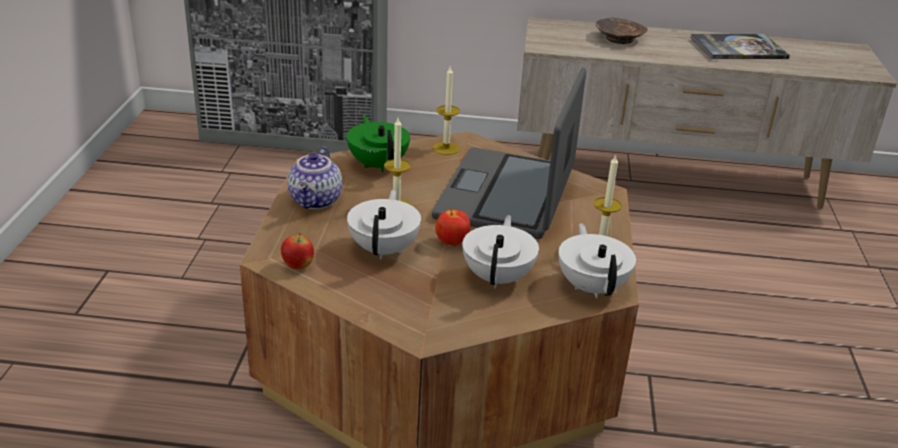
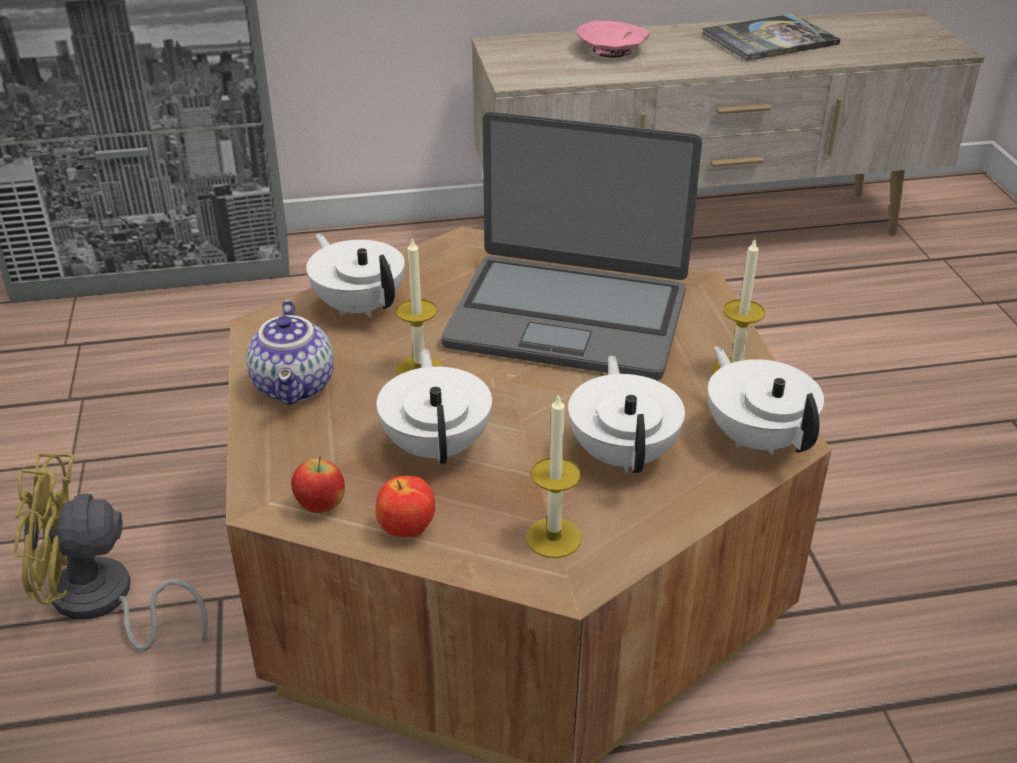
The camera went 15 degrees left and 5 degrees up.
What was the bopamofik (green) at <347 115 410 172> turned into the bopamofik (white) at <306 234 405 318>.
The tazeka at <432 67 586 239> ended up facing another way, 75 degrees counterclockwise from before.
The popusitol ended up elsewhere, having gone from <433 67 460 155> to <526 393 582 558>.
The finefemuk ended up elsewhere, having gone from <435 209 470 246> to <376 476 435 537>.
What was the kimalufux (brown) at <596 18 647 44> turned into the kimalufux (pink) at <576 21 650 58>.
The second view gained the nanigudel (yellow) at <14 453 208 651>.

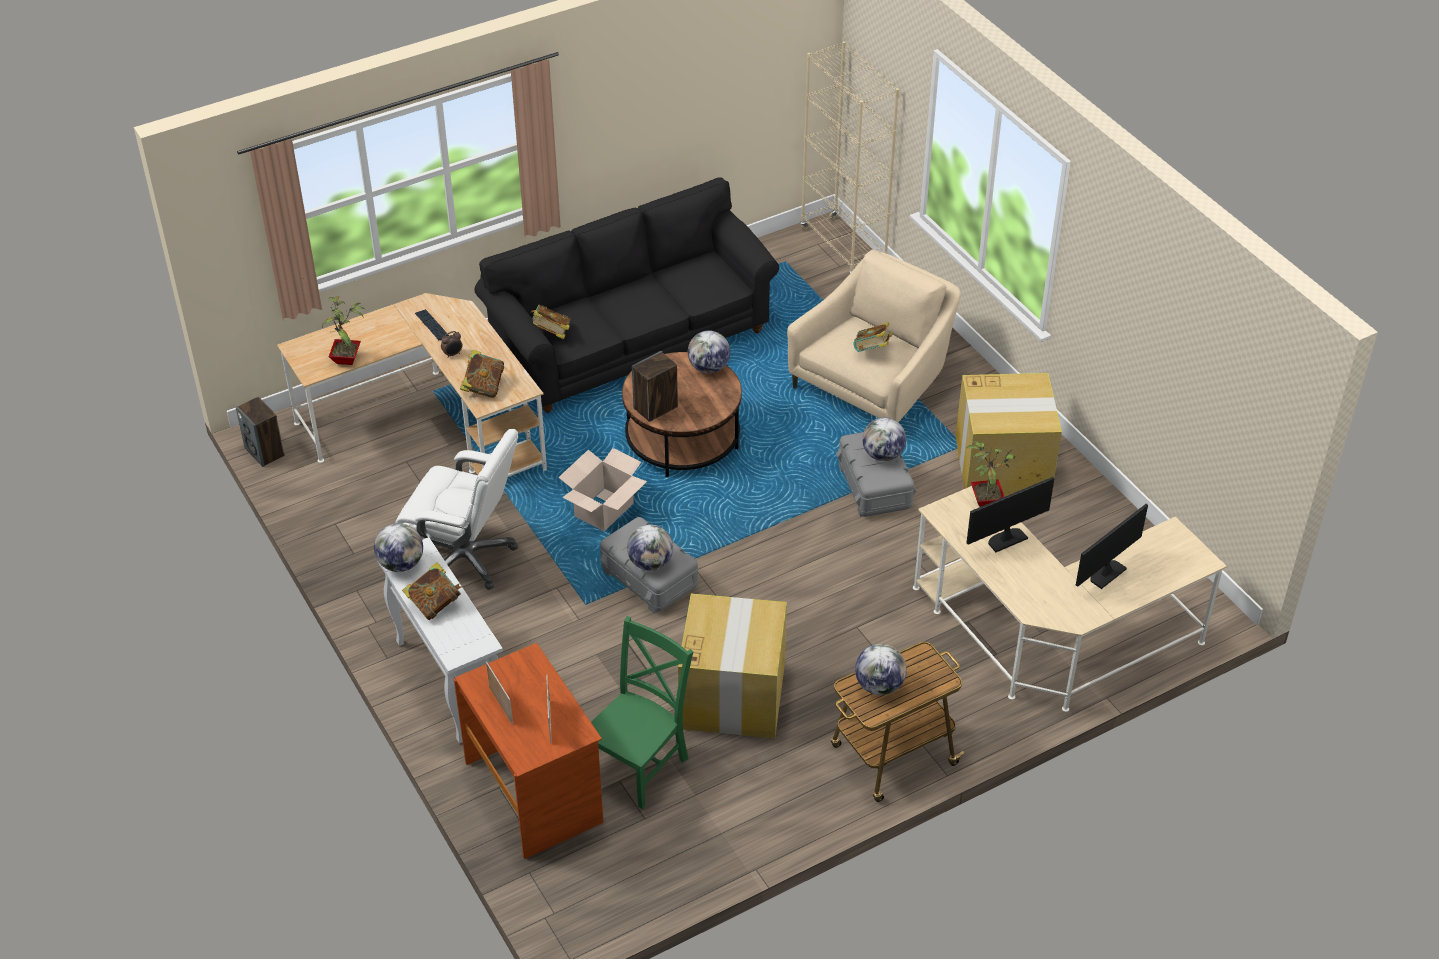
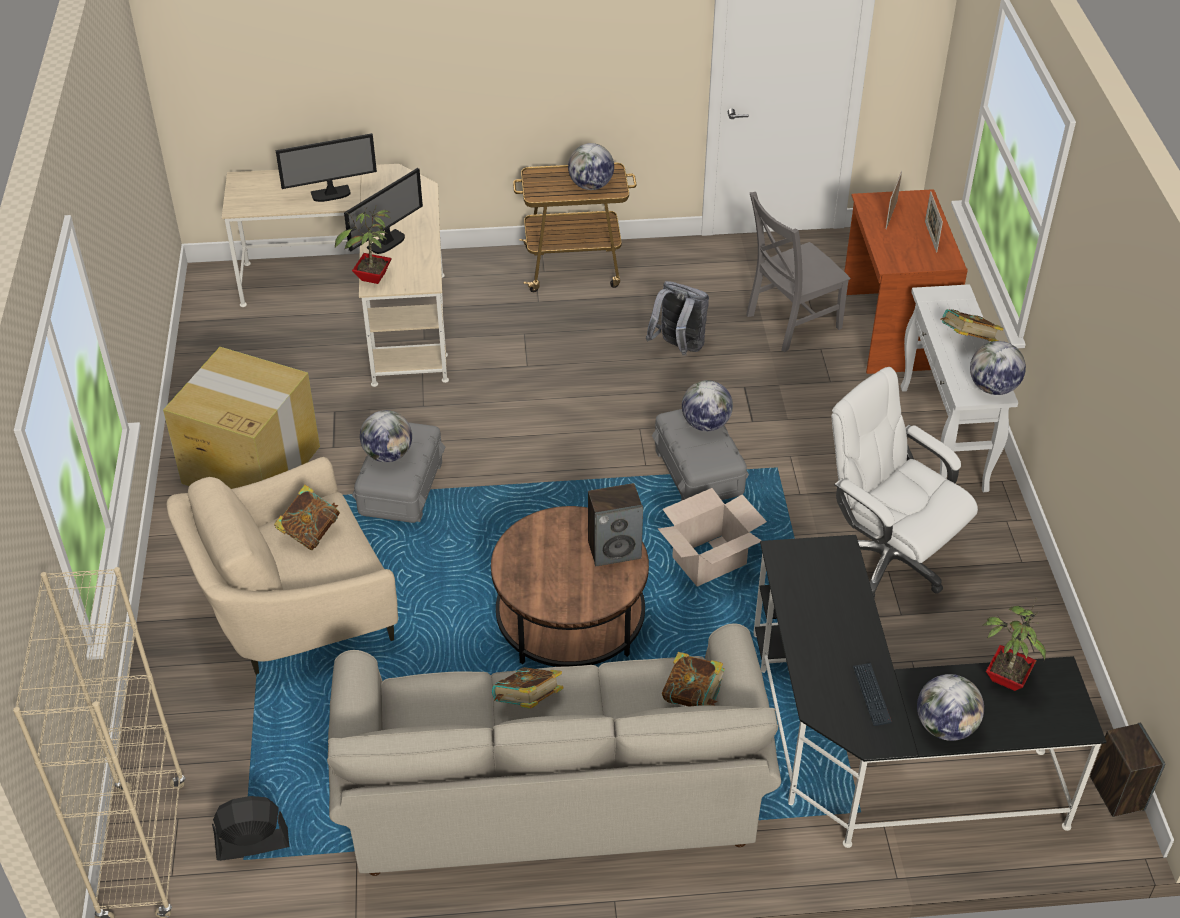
The camera went 155 degrees left and 0 degrees up.
What was the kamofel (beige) at <277 293 547 477> turned into the kamofel (black) at <754 535 1107 848>.
The second view lost the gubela at <441 331 462 358>.
The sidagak ended up elsewhere, having gone from <460 350 504 398> to <492 667 564 709>.
What was the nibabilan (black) at <474 177 779 413> turned into the nibabilan (beige) at <327 623 781 876>.
What was the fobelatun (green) at <591 616 693 809> turned into the fobelatun (grey) at <746 192 850 352>.
Where the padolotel stood at <678 594 787 738>, the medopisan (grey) came to stand at <646 281 709 356>.
The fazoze ended up elsewhere, having gone from <688 330 730 373> to <917 674 984 741>.
The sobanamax at <966 477 1054 552> ended up facing another way, 45 degrees counterclockwise from before.
The second view gained the nanigudel (black) at <212 796 289 861>.

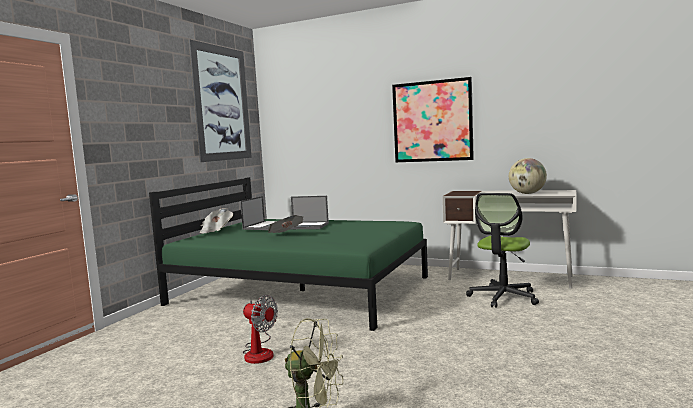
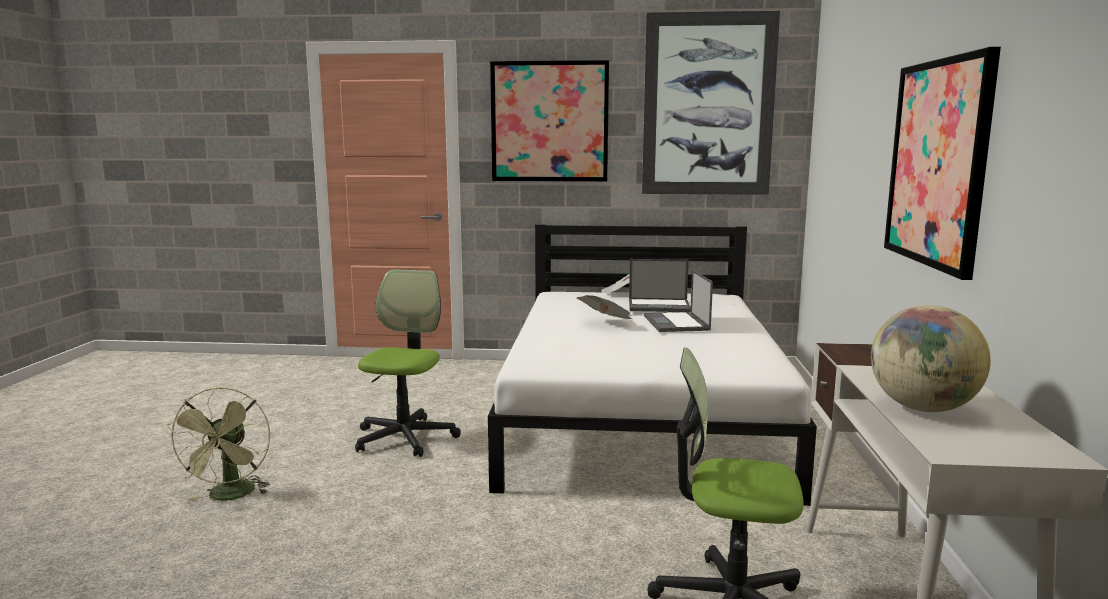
The camera went 70 degrees right and 5 degrees up.
What was the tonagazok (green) at <149 177 428 331> turned into the tonagazok (white) at <488 225 817 506>.
Where the nanigudel stood at <243 295 278 364>, the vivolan came to stand at <355 269 461 457>.
The second view gained the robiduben at <490 60 609 181>.

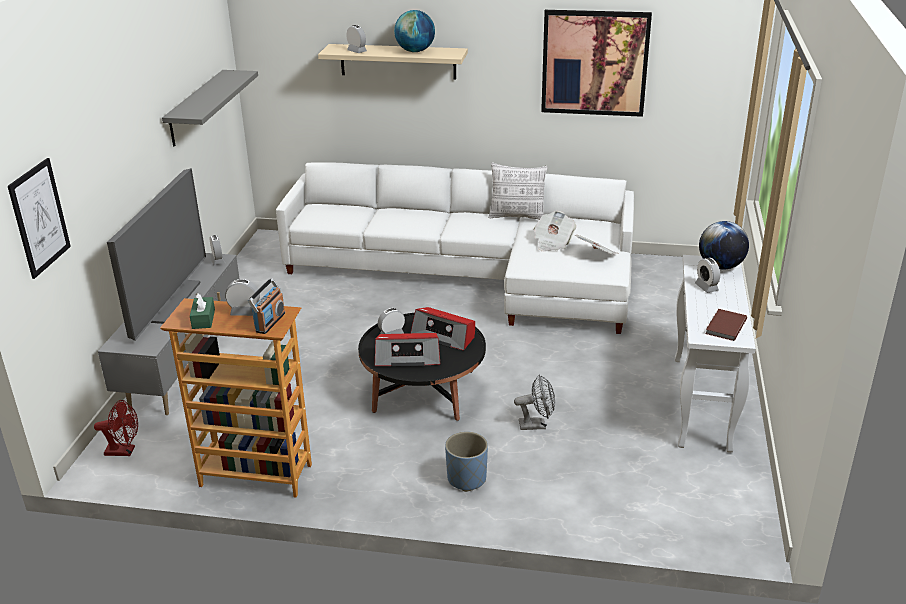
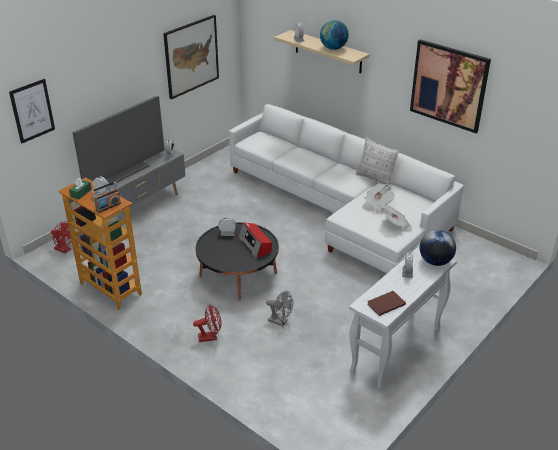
The camera went 30 degrees right and 5 degrees up.
Where the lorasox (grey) hung at <162 70 258 147>, the robiduben came to hang at <163 15 219 99>.
The second view lost the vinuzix at <375 333 440 367>.
Where the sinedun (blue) stood at <445 432 488 492>, the nanigudel (red) came to stand at <193 304 221 342>.

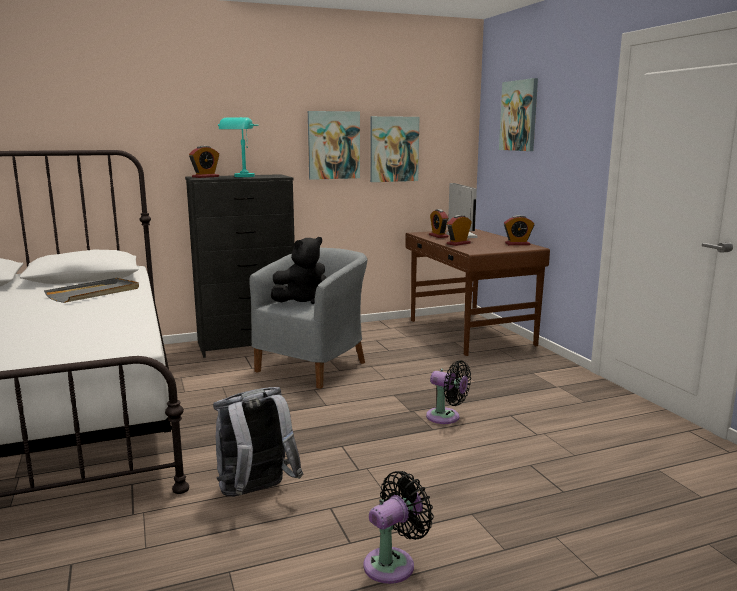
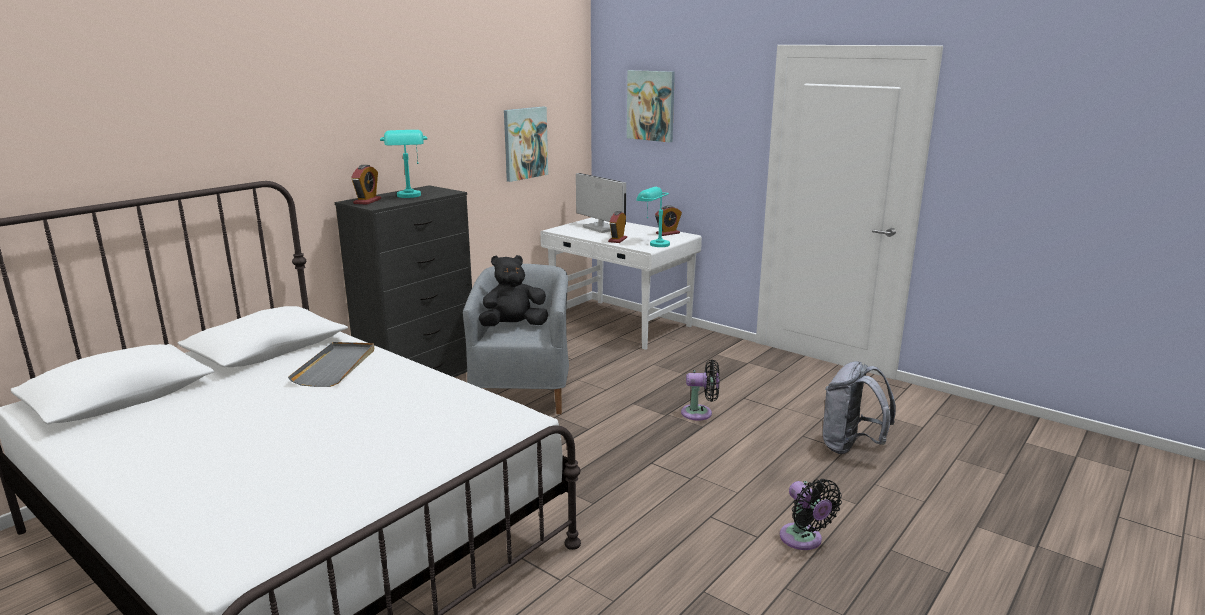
The camera went 30 degrees left and 5 degrees up.
The medopisan (grey) ended up elsewhere, having gone from <213 387 303 497> to <823 361 896 454>.
The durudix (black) at <271 237 326 304> ended up facing another way, 135 degrees counterclockwise from before.
The second view lost the robiduben at <308 111 360 180>.
The nanigudel (black) at <363 471 434 584> ended up facing another way, 135 degrees clockwise from before.
What was the kamofel (brown) at <405 229 550 356> turned into the kamofel (white) at <540 217 702 350>.
The second view lost the gubela at <429 209 448 238>.
The second view gained the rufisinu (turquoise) at <636 187 670 247>.

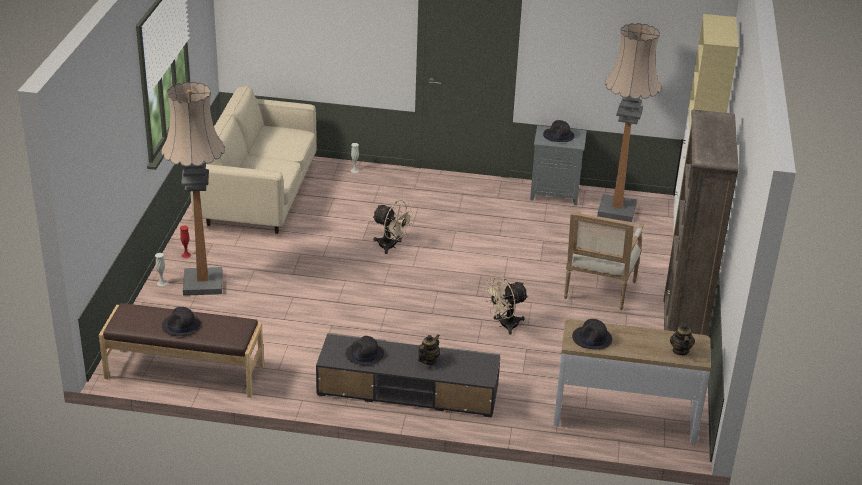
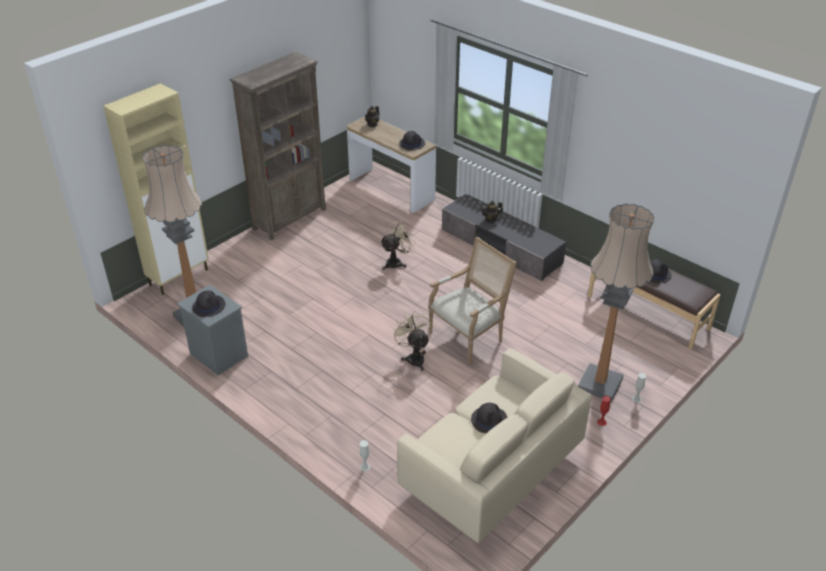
The camera went 145 degrees left and 5 degrees up.
The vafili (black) ended up elsewhere, having gone from <346 336 384 366> to <471 403 507 433>.
The nanigudel (beige) at <484 276 528 335> ended up facing another way, 45 degrees counterclockwise from before.
The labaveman ended up elsewhere, having gone from <564 211 644 310> to <428 237 517 365>.

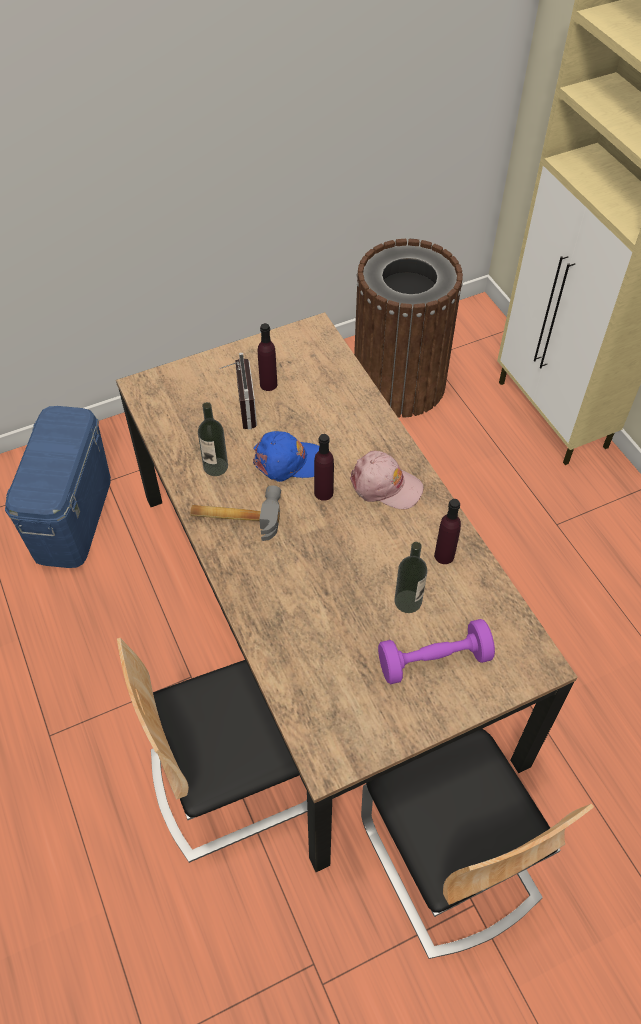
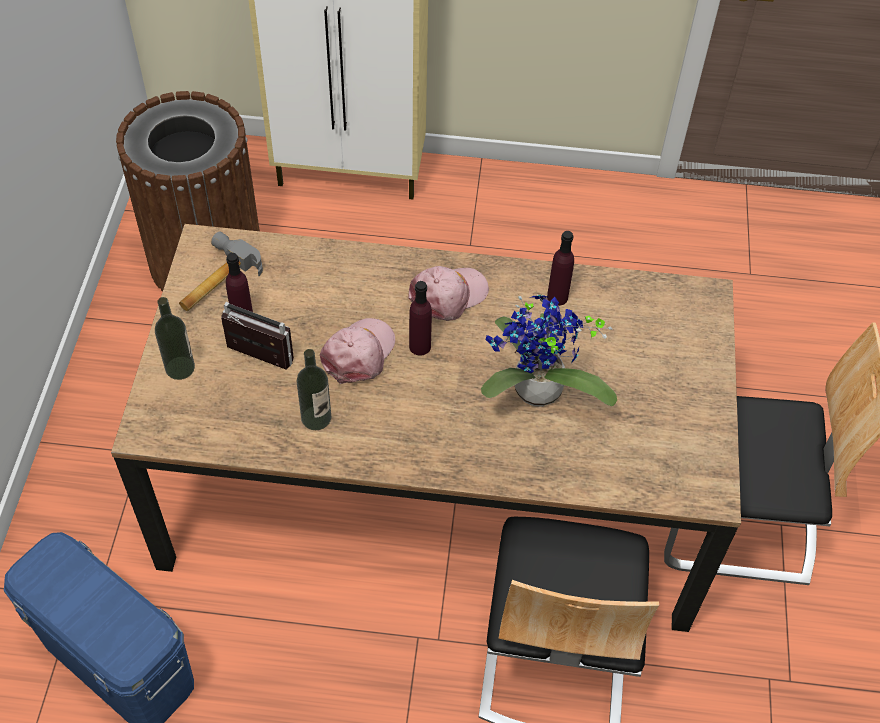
The camera went 60 degrees left and 0 degrees up.
The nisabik ended up elsewhere, having gone from <191 485 281 541> to <179 232 263 311>.
What was the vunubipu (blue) at <253 431 319 482> turned into the vunubipu (pink) at <320 318 395 384>.
The second view lost the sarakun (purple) at <378 619 495 684>.
The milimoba ended up elsewhere, having gone from <394 542 427 613> to <155 297 195 380>.
The second view gained the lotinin at <481 295 617 407>.

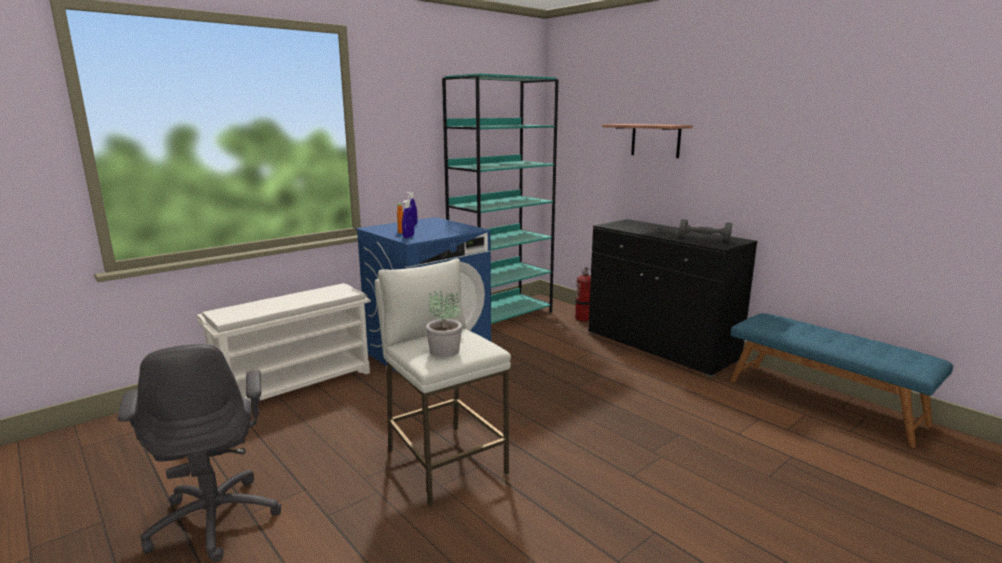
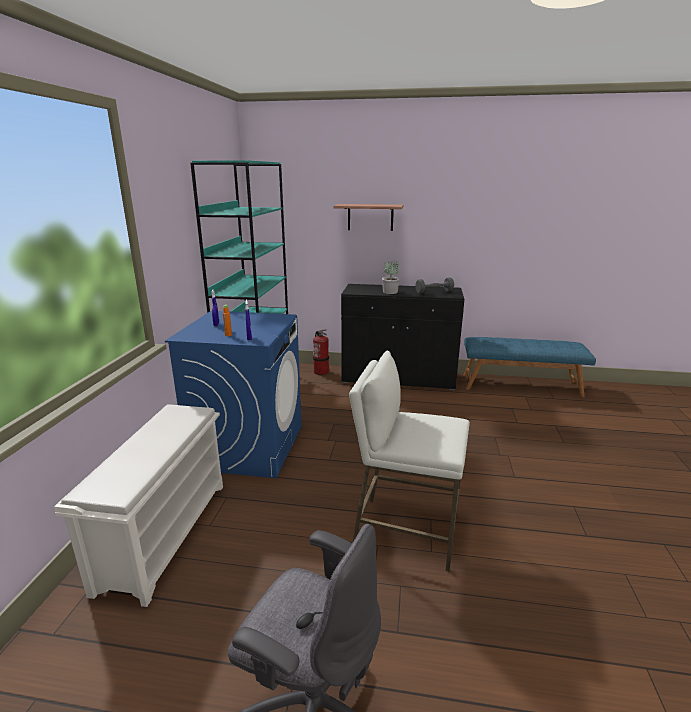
The camera went 40 degrees left and 5 degrees up.
The lotinin ended up elsewhere, having gone from <426 291 462 357> to <382 261 400 294>.

